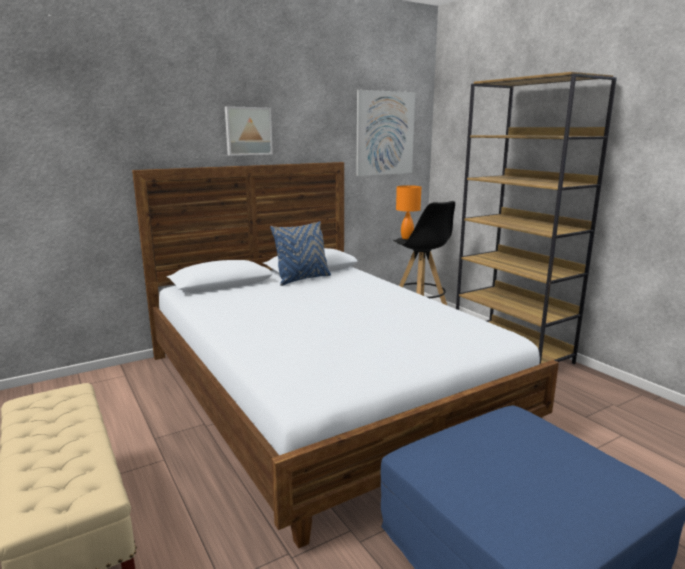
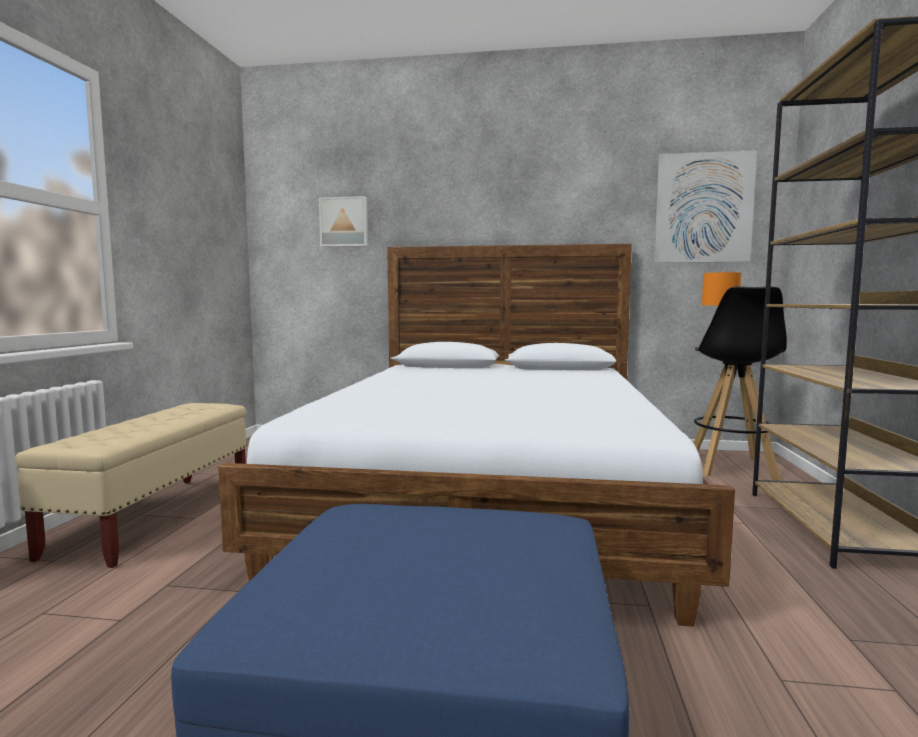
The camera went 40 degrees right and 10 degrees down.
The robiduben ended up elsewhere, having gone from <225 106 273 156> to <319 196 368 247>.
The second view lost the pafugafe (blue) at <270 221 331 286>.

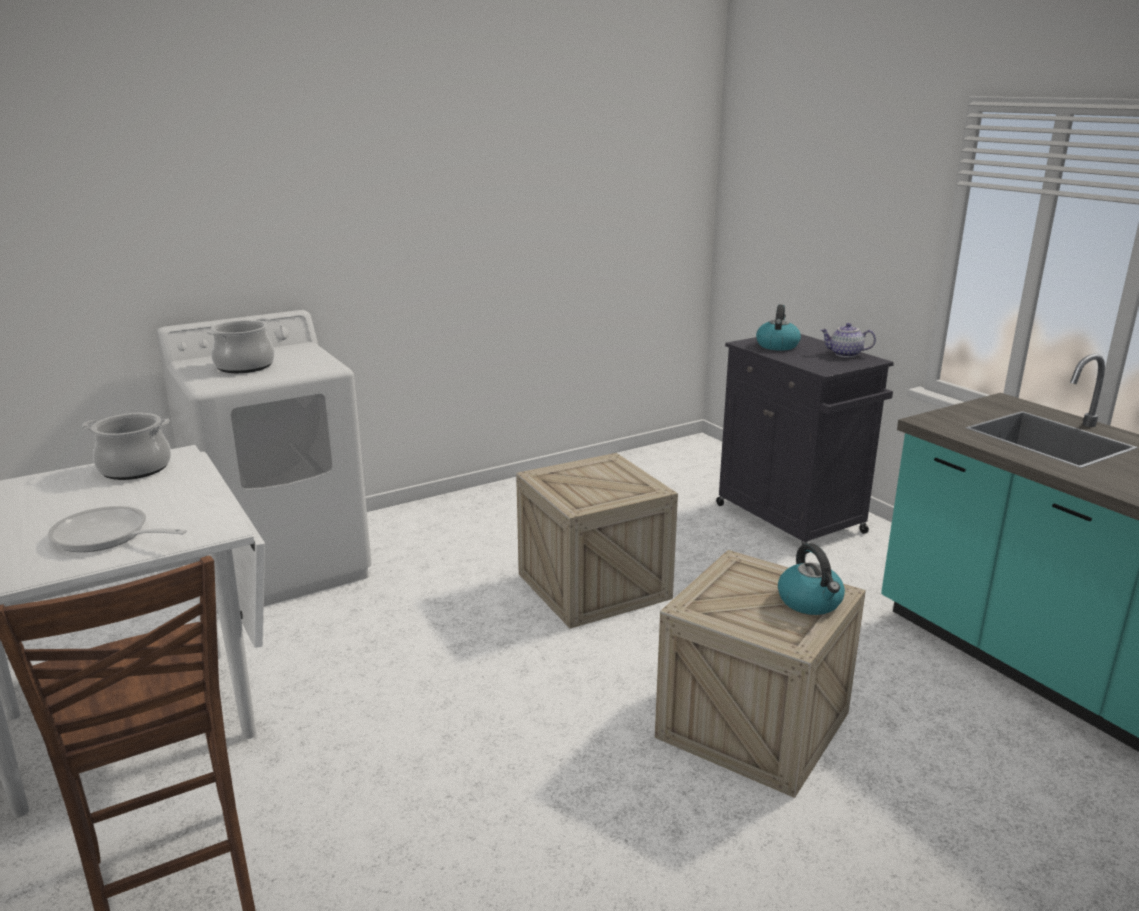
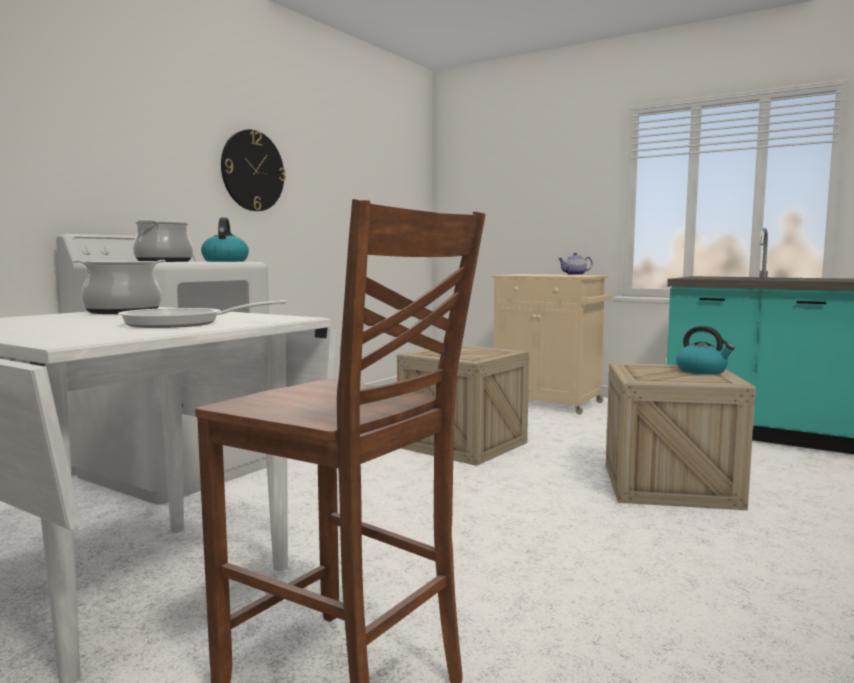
The camera went 25 degrees left and 15 degrees down.
What was the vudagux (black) at <716 334 894 554> turned into the vudagux (beige) at <491 274 611 414>.
The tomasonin ended up elsewhere, having gone from <756 305 801 351> to <201 217 249 262>.
The second view gained the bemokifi at <221 129 286 211>.

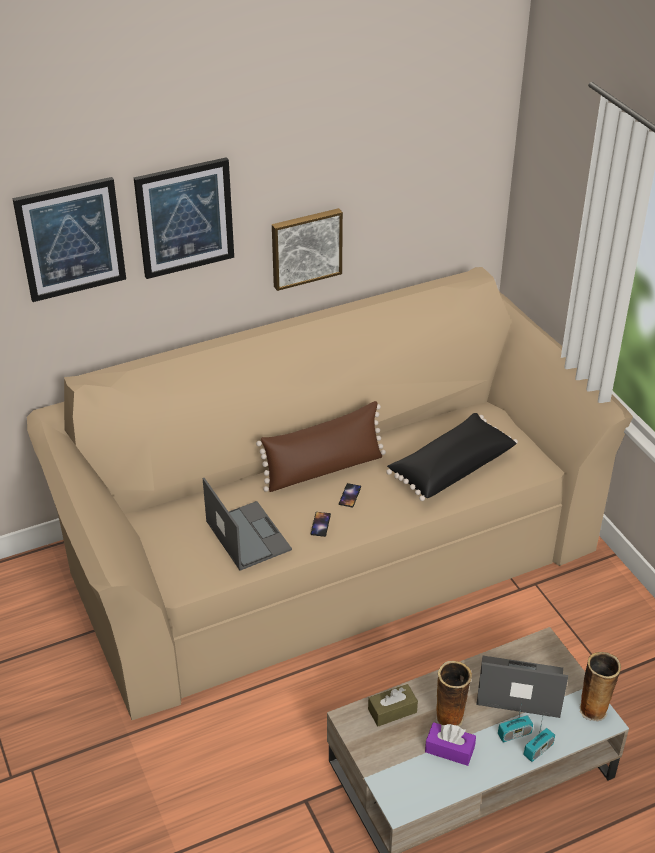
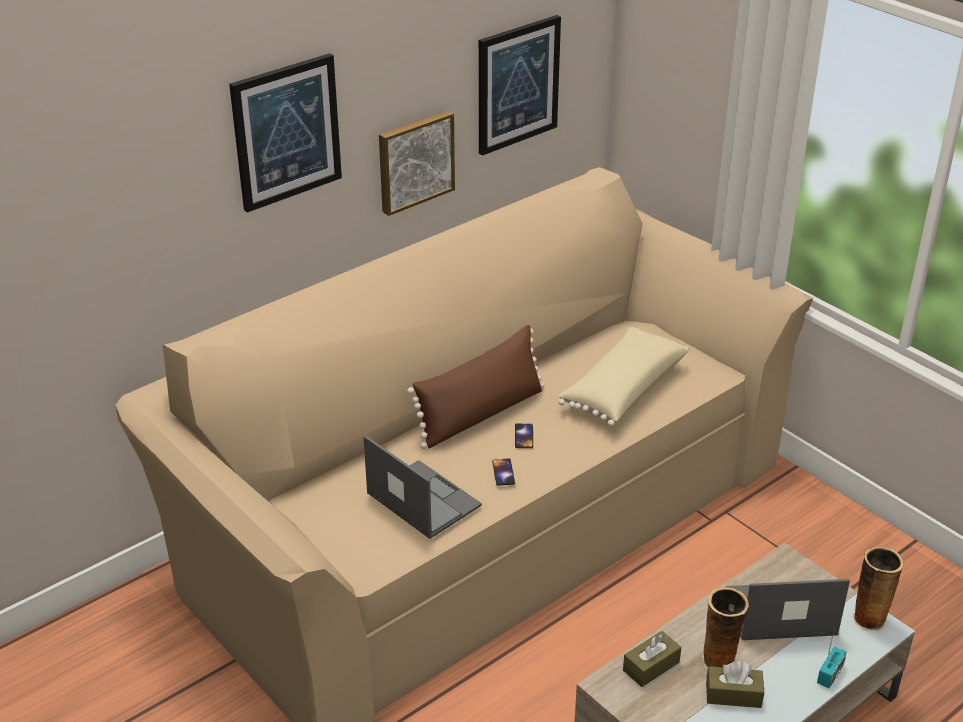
The camera went 15 degrees left and 5 degrees down.
The robiduben ended up elsewhere, having gone from <12 177 126 302> to <479 15 561 156>.
What was the pafugafe (black) at <386 413 518 501> turned into the pafugafe (beige) at <558 327 689 426>.
What was the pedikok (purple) at <425 722 476 766> turned into the pedikok (brown) at <706 662 764 708>.
The second view lost the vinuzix at <498 702 533 743>.

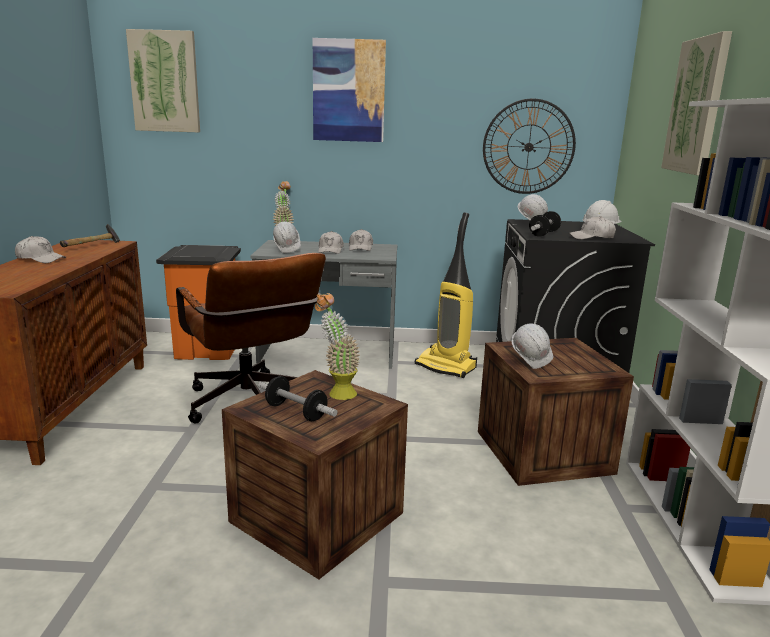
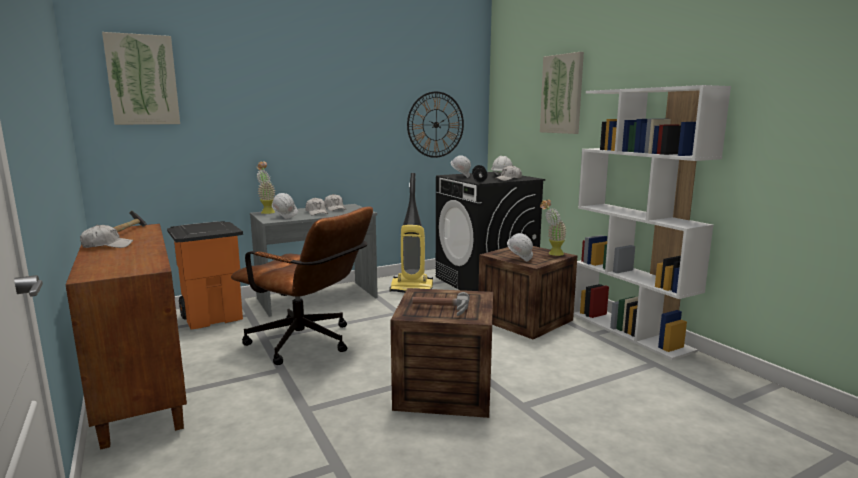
The camera went 30 degrees left and 5 degrees down.
Where the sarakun stood at <258 376 338 421>, the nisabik came to stand at <412 292 470 316>.
The second view lost the robiduben at <313 38 386 142>.
The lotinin ended up elsewhere, having gone from <315 293 360 400> to <540 200 566 256>.

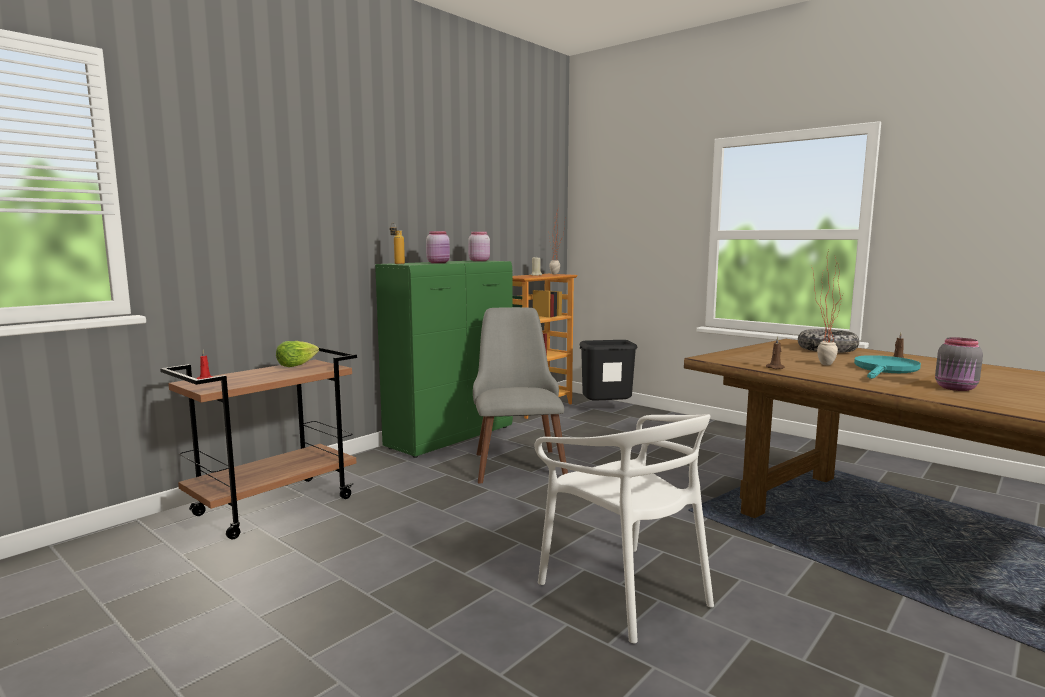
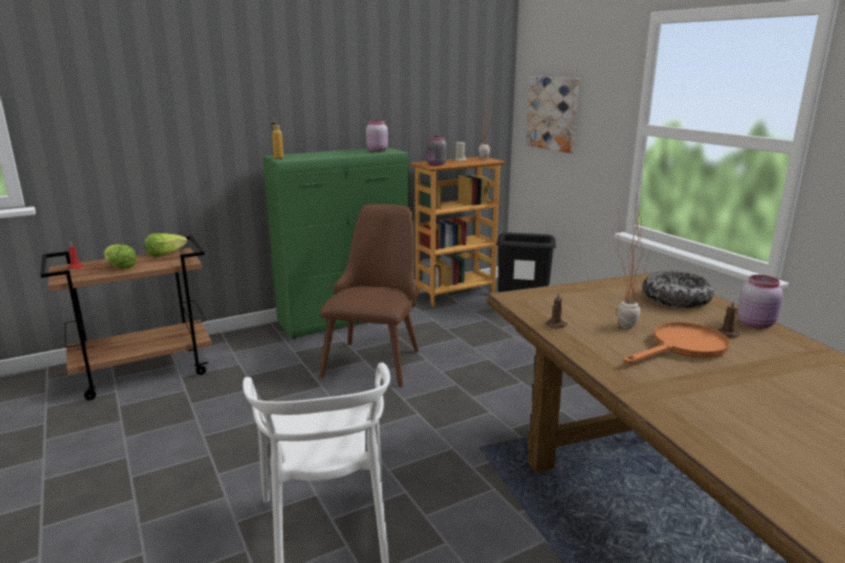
The camera went 20 degrees right and 10 degrees up.
The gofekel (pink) ended up elsewhere, having gone from <426 231 450 263> to <737 275 783 329>.
What was the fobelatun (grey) at <473 307 568 484> turned into the fobelatun (brown) at <319 204 419 387>.
What was the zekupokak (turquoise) at <854 355 921 379> turned into the zekupokak (orange) at <623 322 730 364>.
The gofekel (grey) ended up elsewhere, having gone from <935 337 983 391> to <426 136 447 166>.
The second view gained the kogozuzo at <104 244 137 269>.
The second view gained the robiduben at <526 77 579 153>.

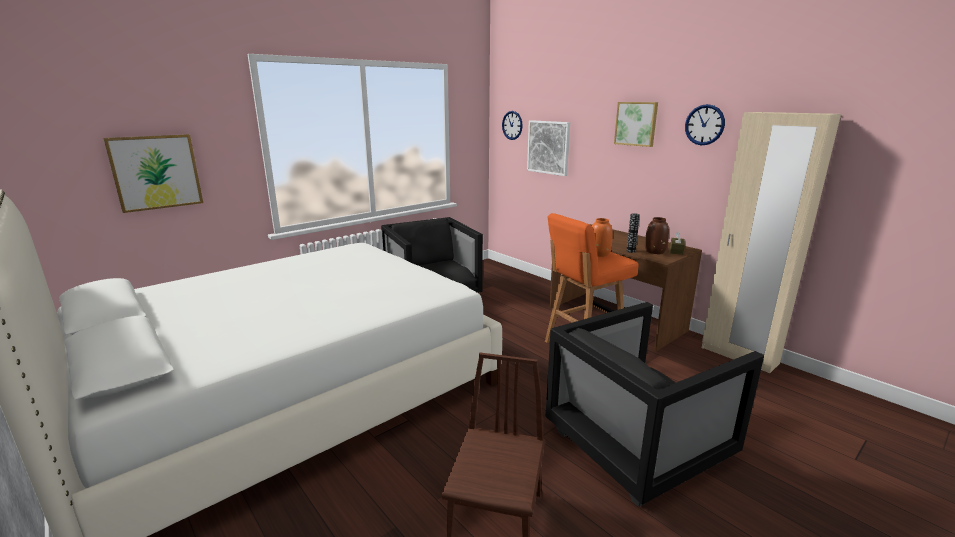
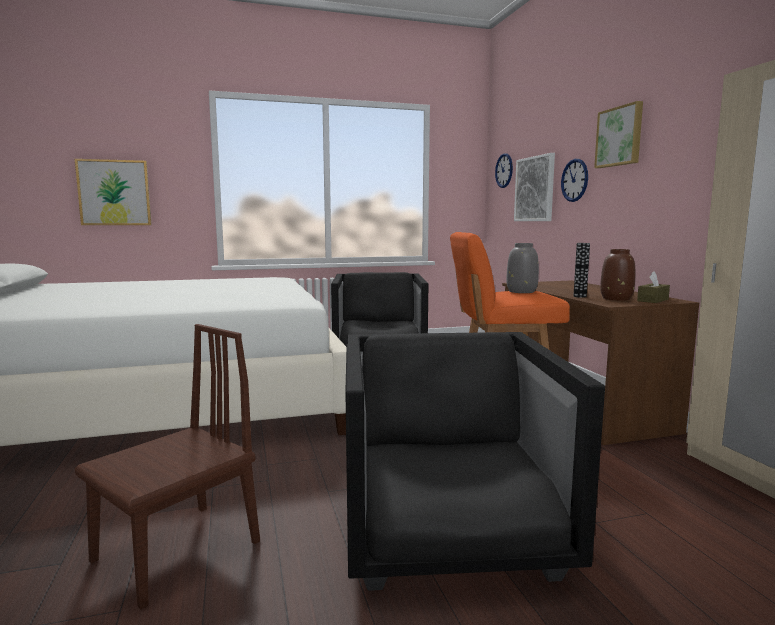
The camera went 25 degrees right and 10 degrees down.
The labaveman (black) at <546 302 764 507> ended up facing another way, 90 degrees clockwise from before.
What was the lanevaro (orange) at <592 218 613 257> turned into the lanevaro (grey) at <507 243 539 293>.
The bemokifi ended up elsewhere, having gone from <685 104 725 145> to <561 159 588 202>.

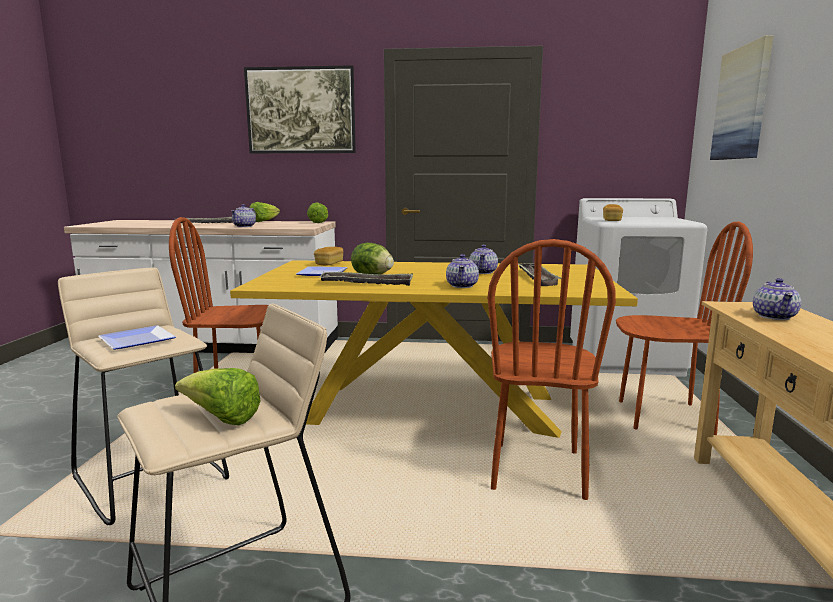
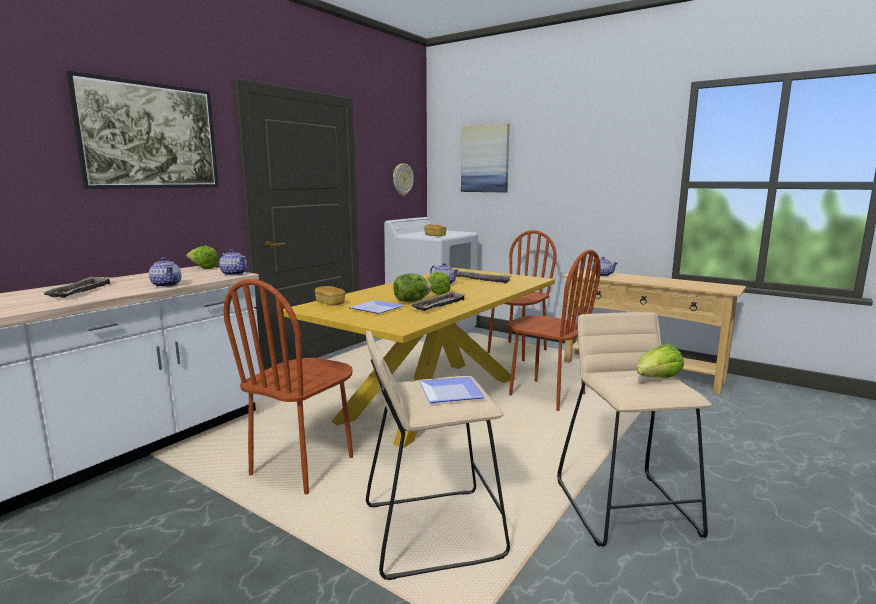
The camera went 60 degrees left and 0 degrees up.
The kogozuzo ended up elsewhere, having gone from <250 202 280 222> to <428 271 451 295>.
The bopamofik ended up elsewhere, having gone from <446 254 479 288> to <219 249 247 276>.
The second view gained the bemokifi at <393 163 414 196>.

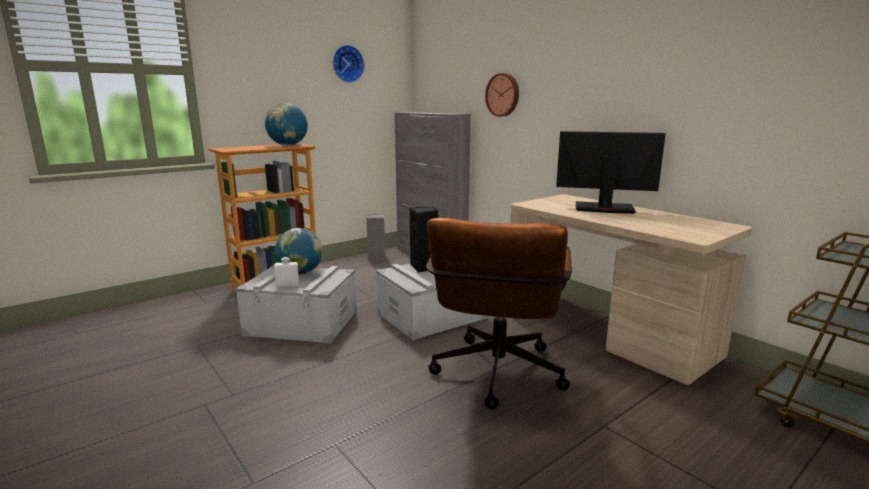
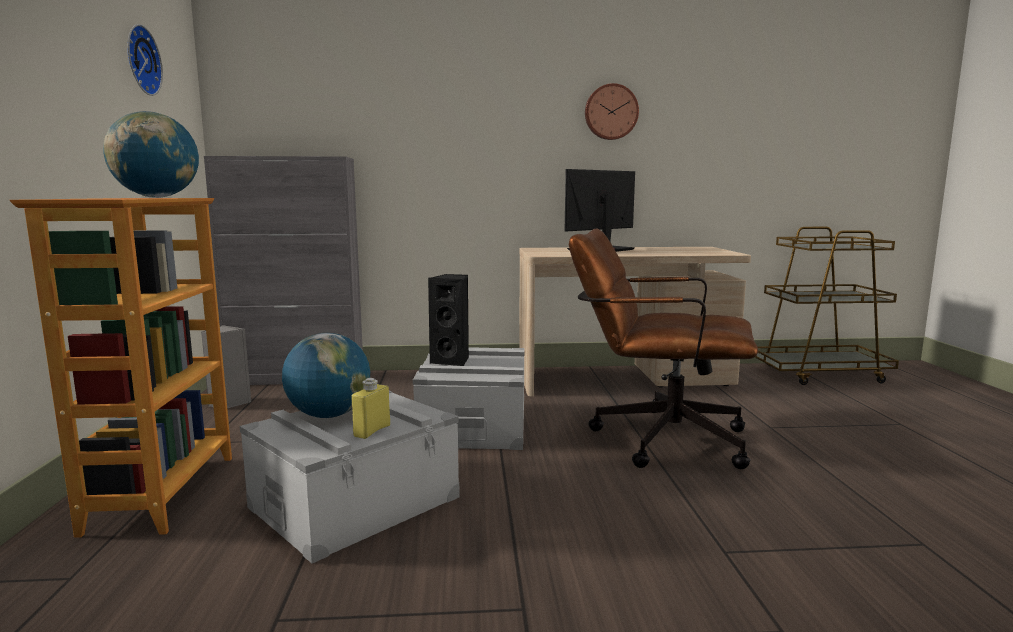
The camera went 55 degrees left and 5 degrees down.
What was the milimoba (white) at <274 257 299 288> turned into the milimoba (yellow) at <352 378 390 439>.
The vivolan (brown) at <426 218 572 410> ended up facing another way, 150 degrees clockwise from before.
The bemokifi ended up elsewhere, having gone from <485 73 519 117> to <585 83 639 140>.

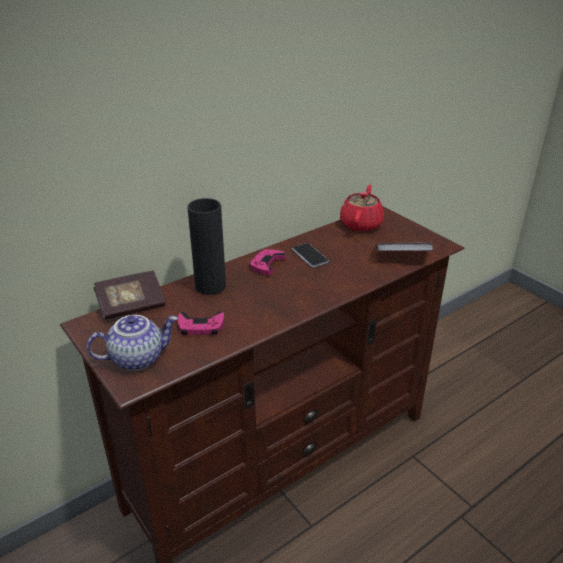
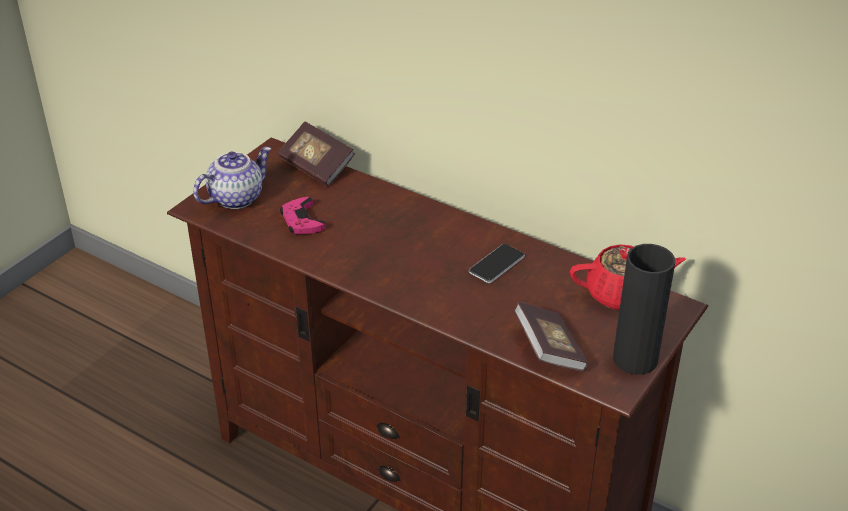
The camera went 70 degrees right and 5 degrees up.
The bopamofik at <87 315 178 371> ended up facing another way, 90 degrees counterclockwise from before.
The lanevaro (black) ended up elsewhere, having gone from <187 198 226 295> to <613 244 675 375>.
The second view lost the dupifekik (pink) at <249 249 286 275>.

